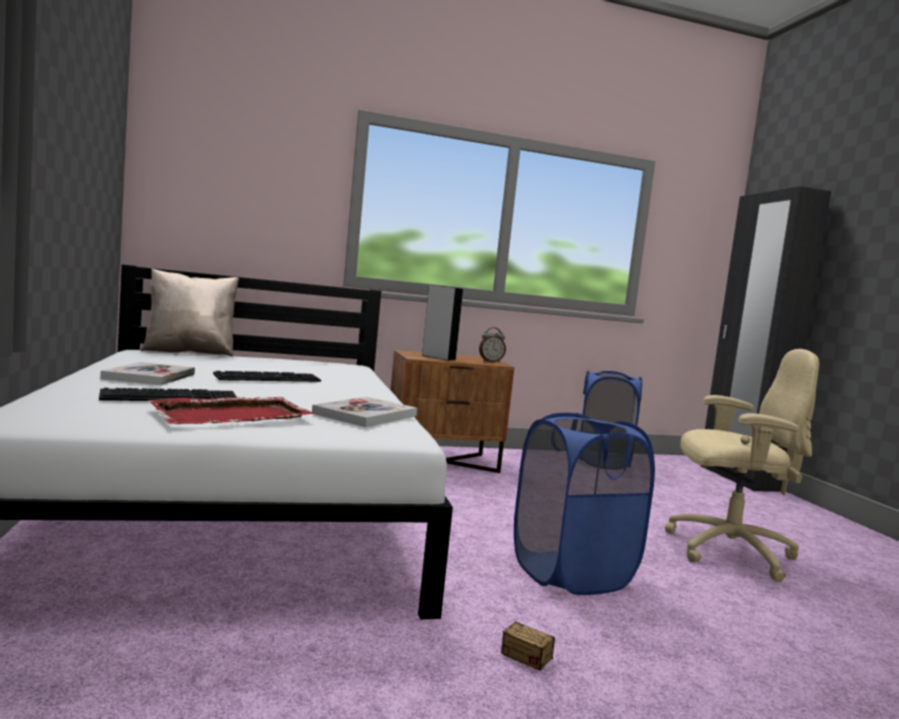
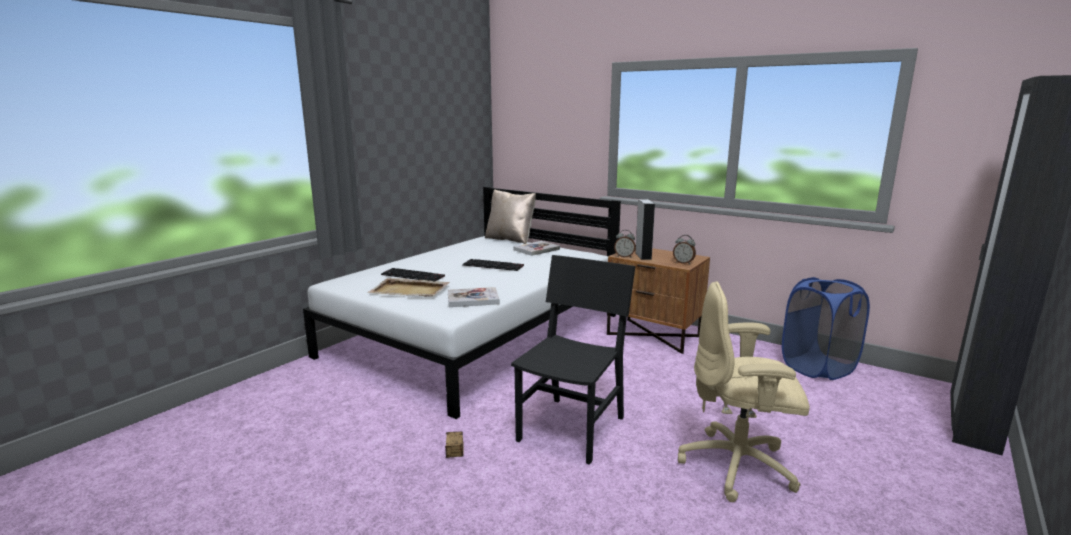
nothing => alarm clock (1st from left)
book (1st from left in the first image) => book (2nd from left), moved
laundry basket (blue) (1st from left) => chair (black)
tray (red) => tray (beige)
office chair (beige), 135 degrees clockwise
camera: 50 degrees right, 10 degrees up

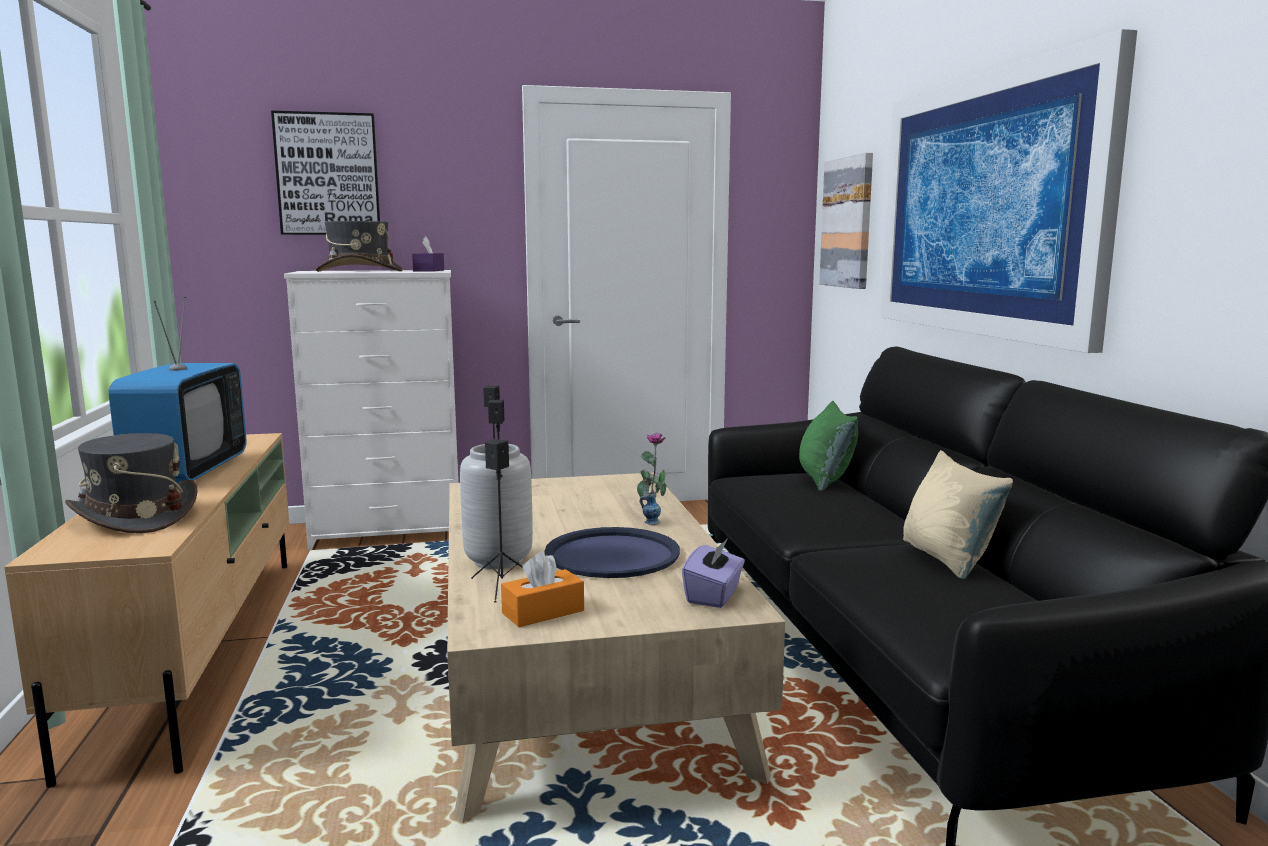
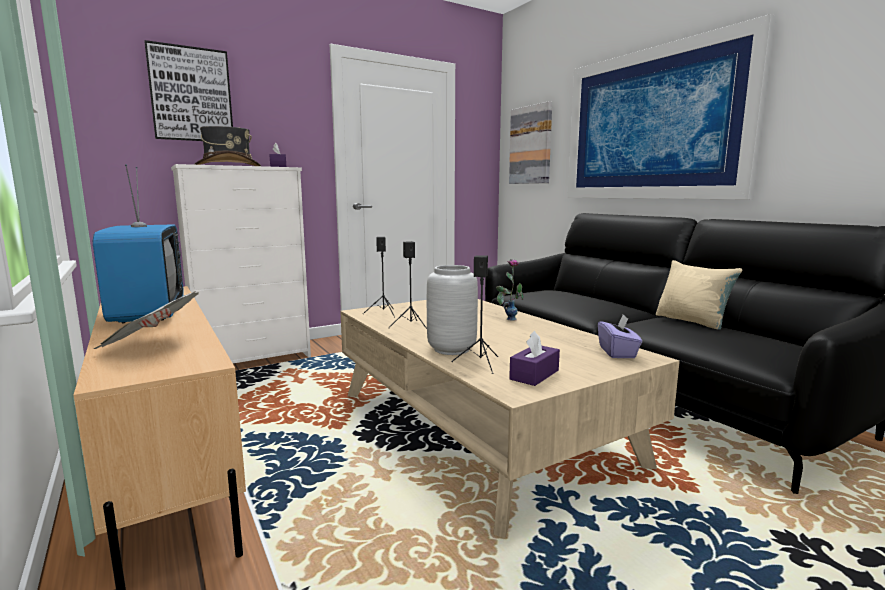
tray (blue) => nothing
pillow (green) => nothing
hat (grey) (1st from left) => newspaper
tissue box (orange) => tissue box (purple) (2nd from left)
camera: 20 degrees left, 0 degrees up

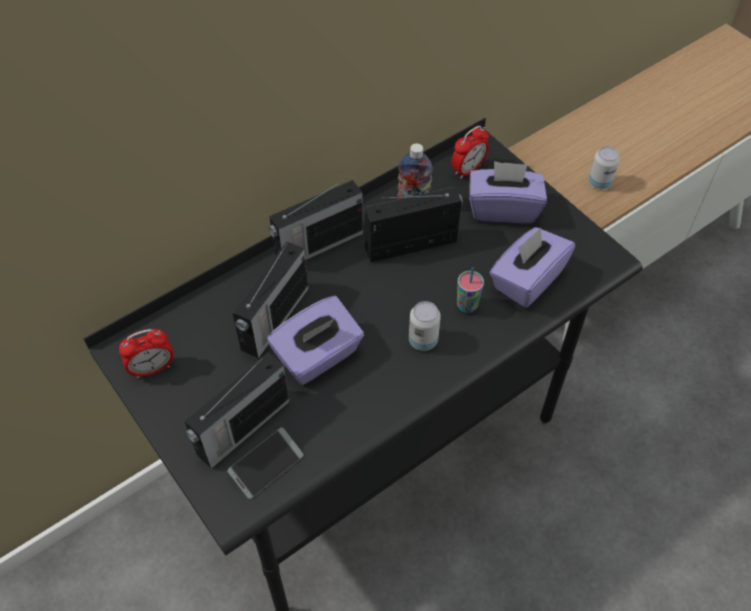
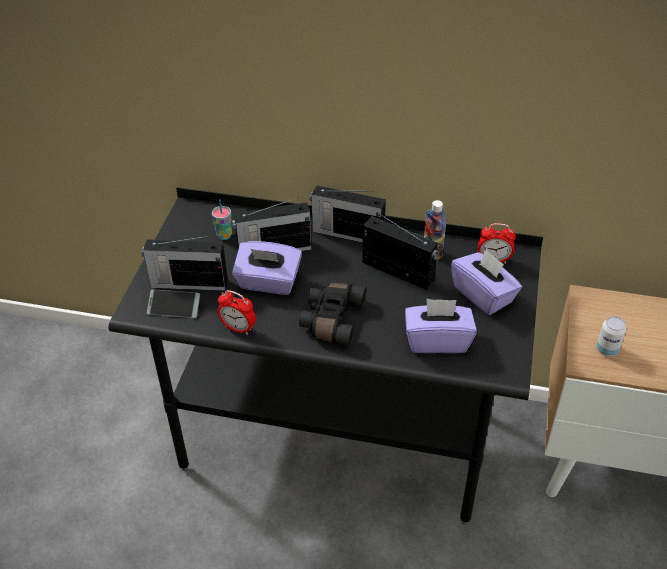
alarm clock (1st from left), moved
cup, moved
can (1st from left) => binoculars (black)
camera: 50 degrees right, 10 degrees down

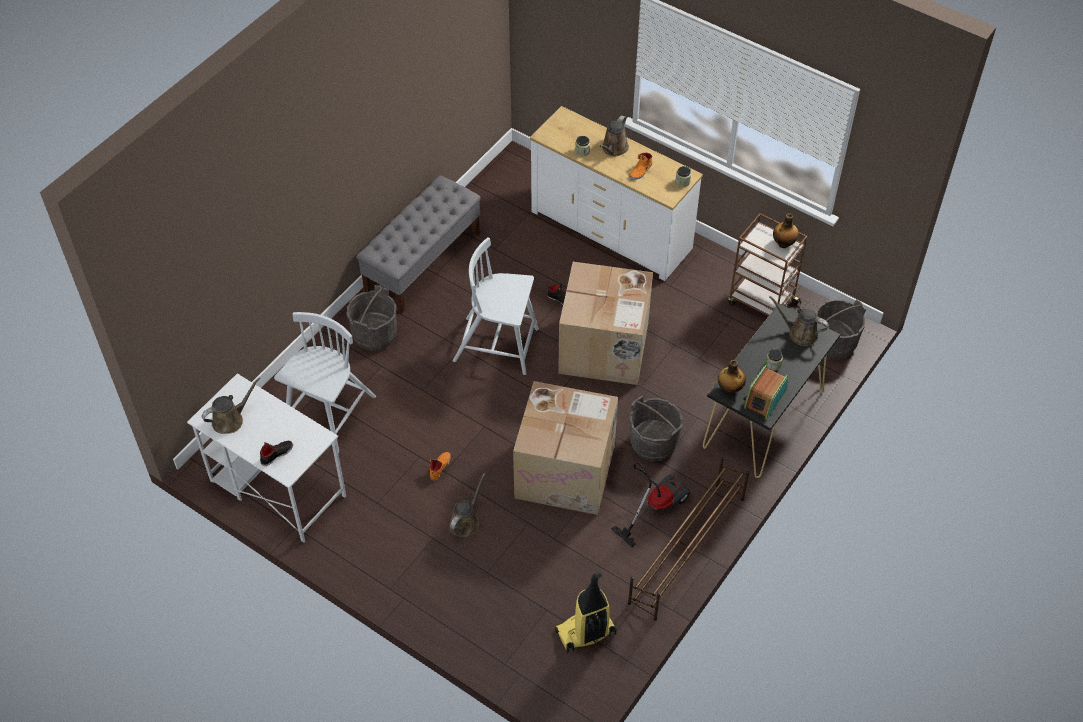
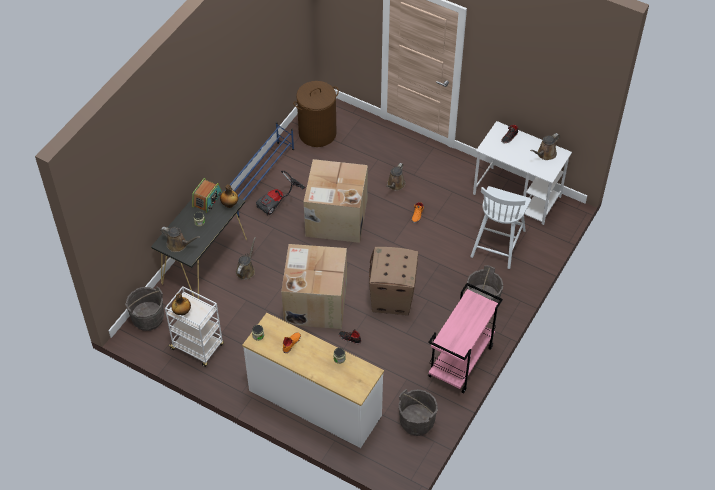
watering can (brown) (3rd from left in the first image) => watering can (brown) (2nd from left), moved
bucket (grey) (2nd from left), moved
bench (grey) => cart (pink)
chair (white) (2nd from left) => cardboard box (3rd from left)
vacuum cleaner (1st from left) => laundry basket (brown)
shoe rack (brown) => shoe rack (blue)
cart (brown) => cart (white)
camera: 175 degrees right, 0 degrees up

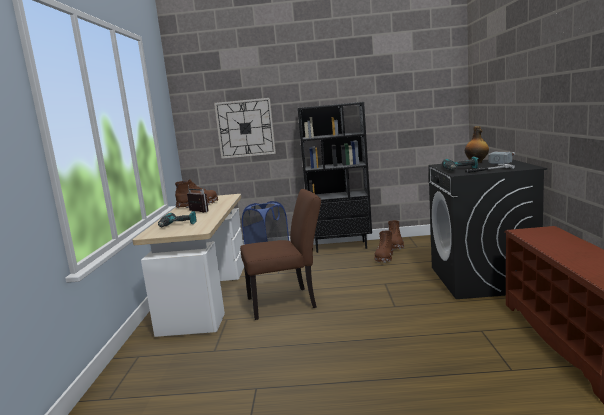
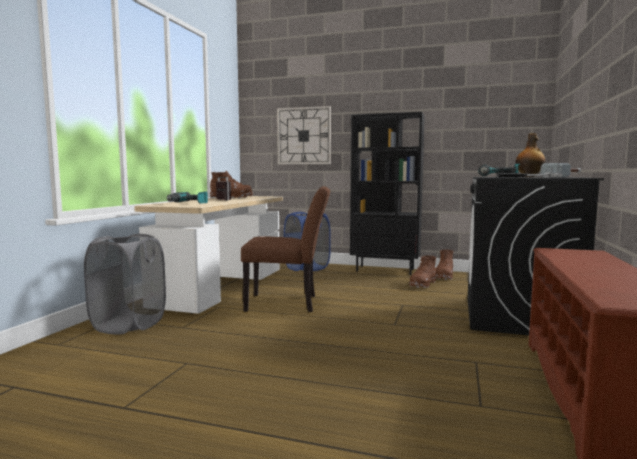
nothing => laundry basket (grey)
camera: 15 degrees right, 5 degrees down

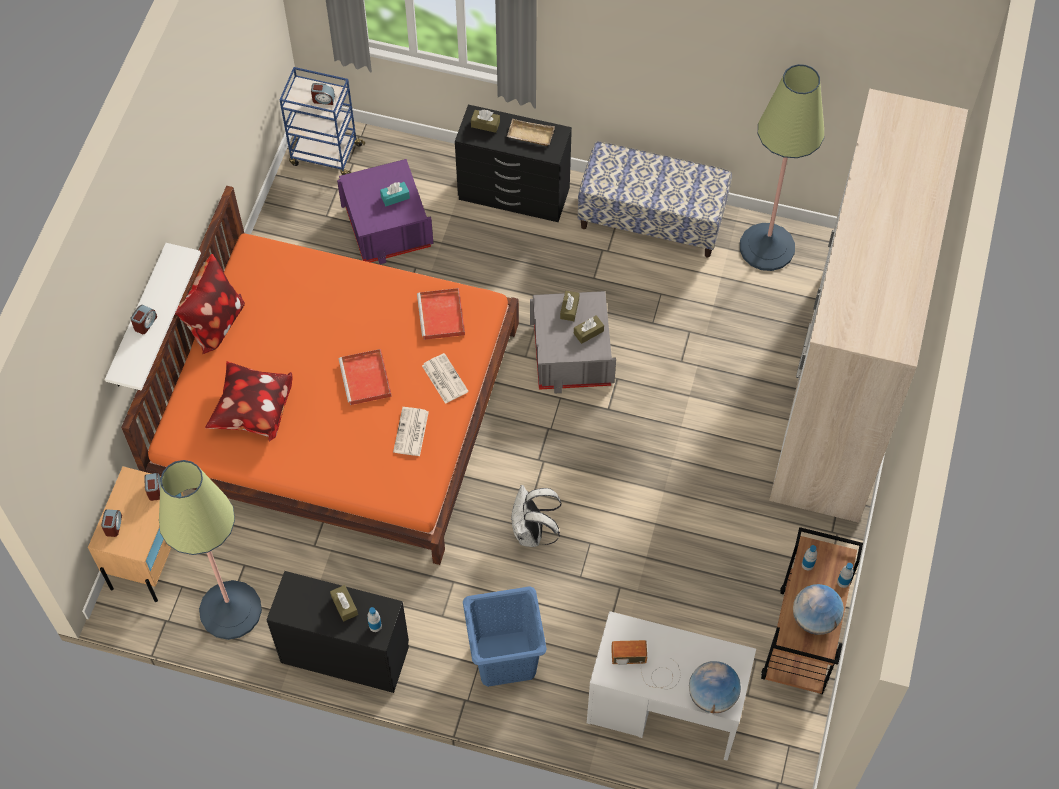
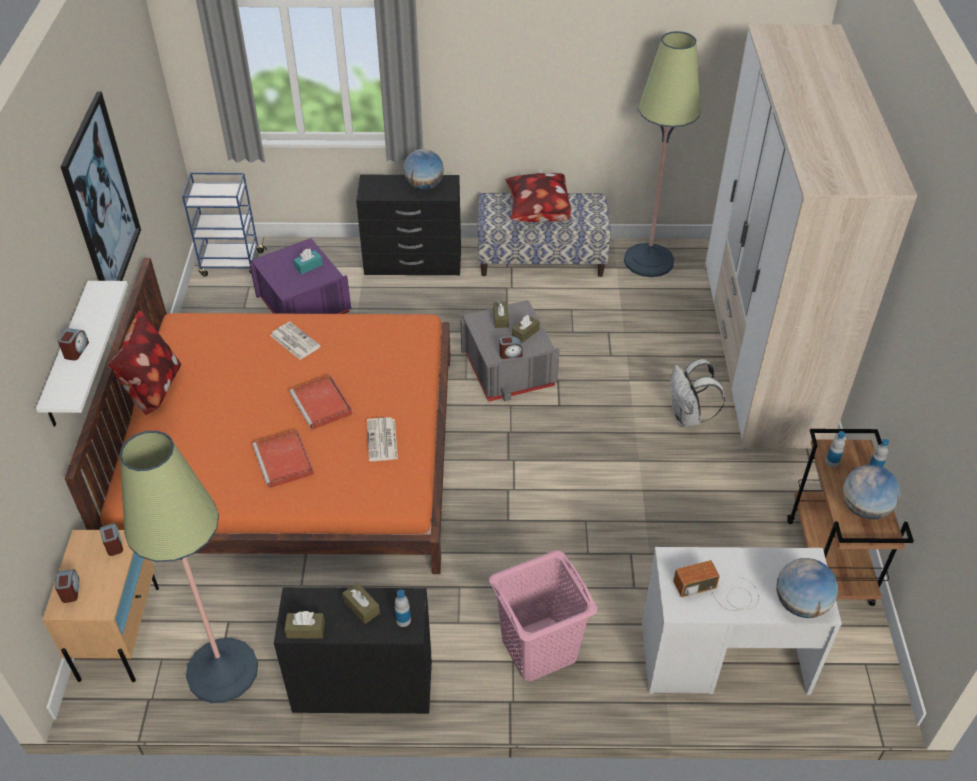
nothing => picture
pillow (2nd from left), moved
alarm clock (4th from left), moved
tray (red) (2nd from left in the first image) => tray (red) (1st from left), moved
newspaper (2nd from left in the first image) => newspaper (1st from left), moved
tissue box (brown) (2nd from left in the first image) => tissue box (brown) (1st from left), moved
backpack (white), moved
tray (beige) => globe (1st from left)
laundry basket (blue) => laundry basket (pink)
camera: 15 degrees left, 15 degrees down

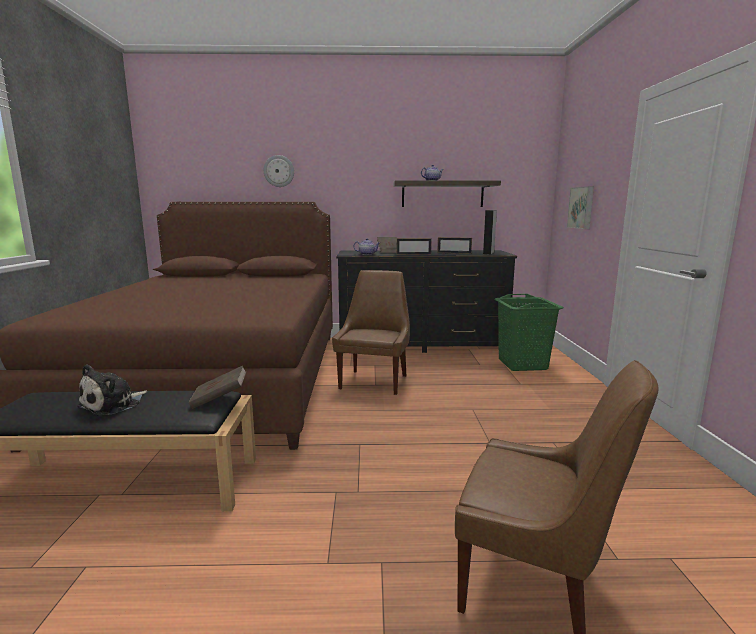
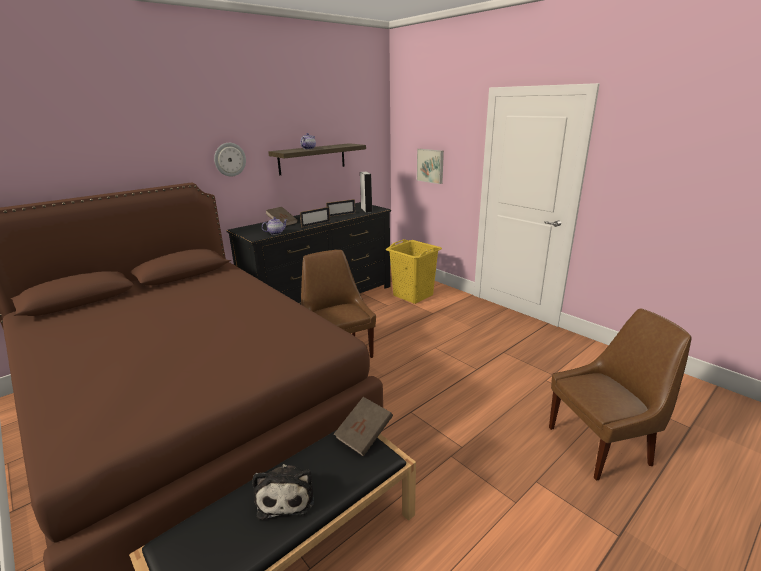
wall clock, moved
laundry basket (green) => laundry basket (yellow)
camera: 40 degrees left, 10 degrees up

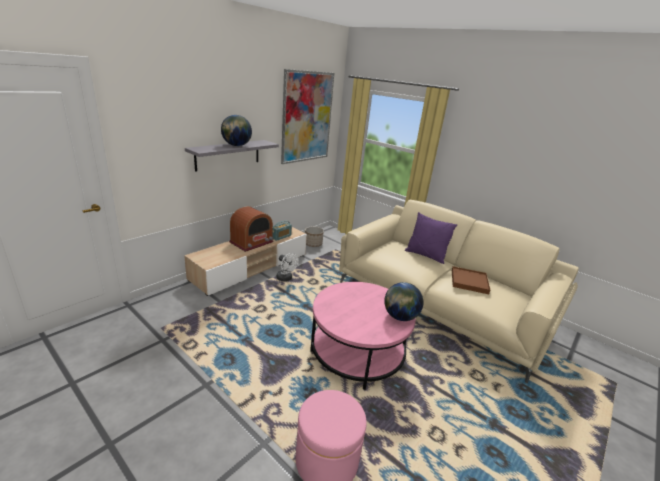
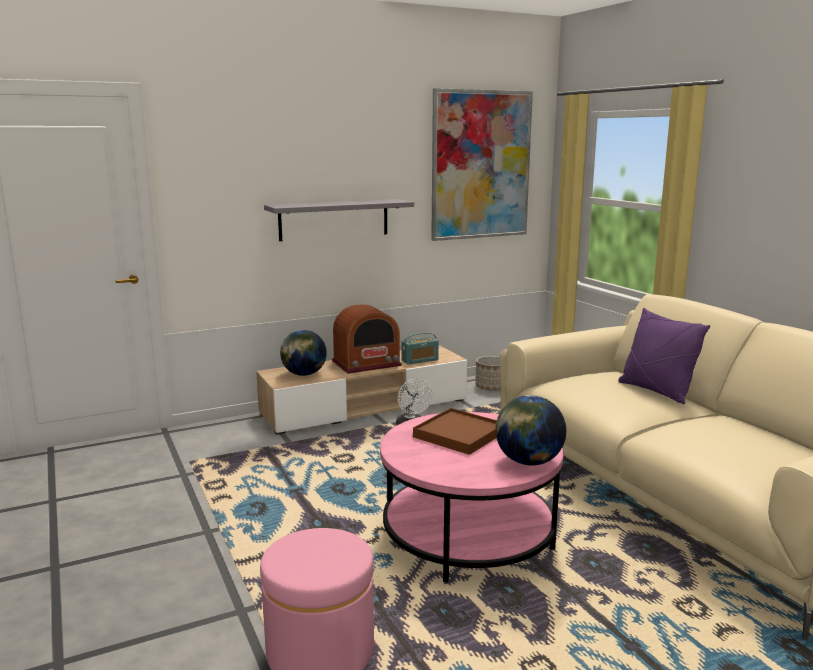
globe (1st from left), moved
tray (brown), moved
camera: 25 degrees right, 10 degrees down

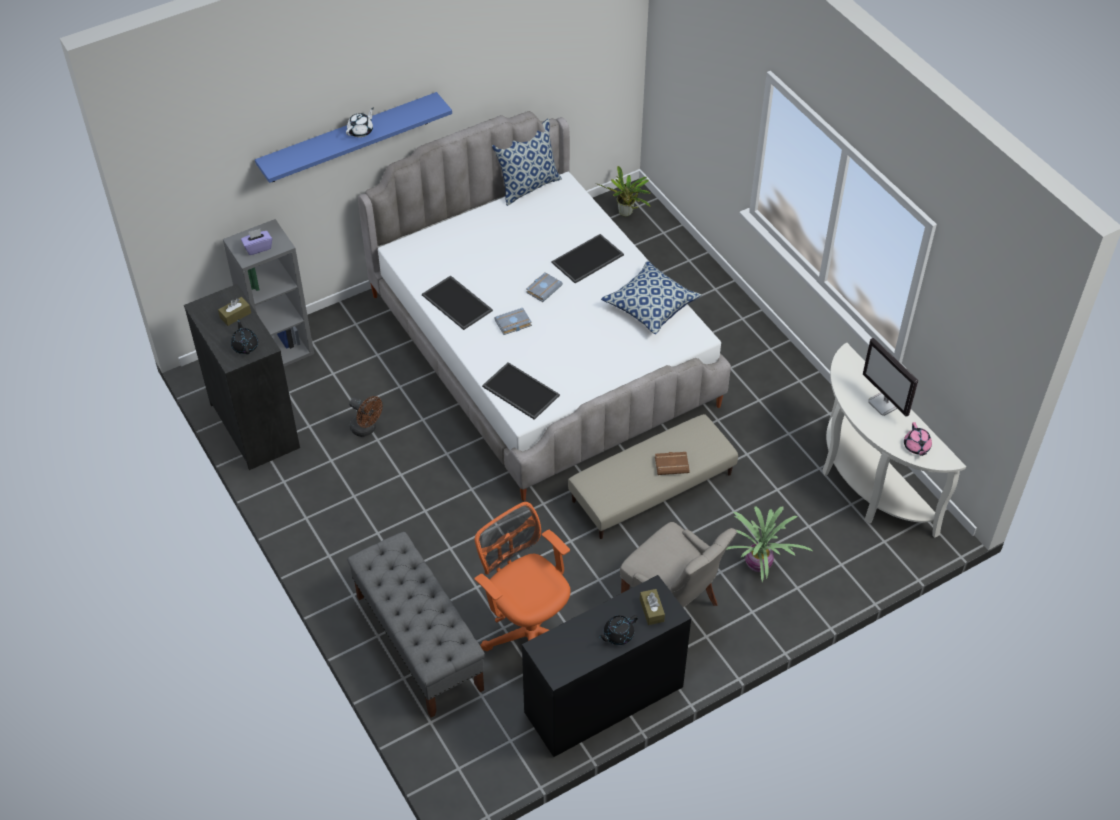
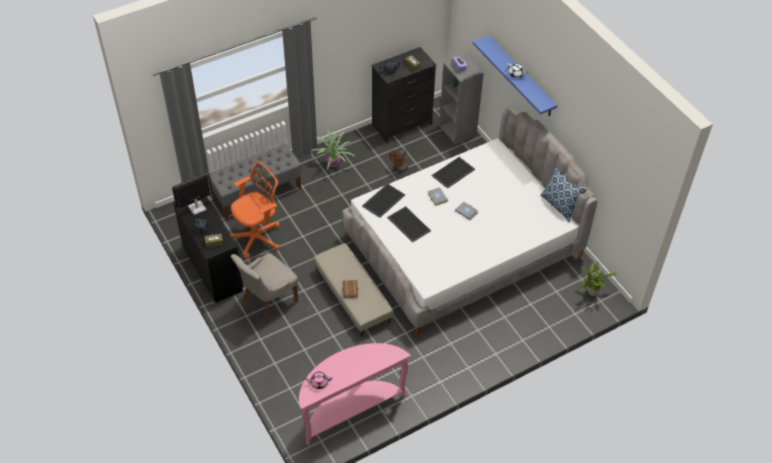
pillow (2nd from left) => nothing
tray (3rd from left in the first image) => tray (2nd from left), moved
potted plant (2nd from left in the first image) => potted plant (1st from left), moved
monitor, moved
console table (white) => console table (pink)
camera: 90 degrees right, 0 degrees up

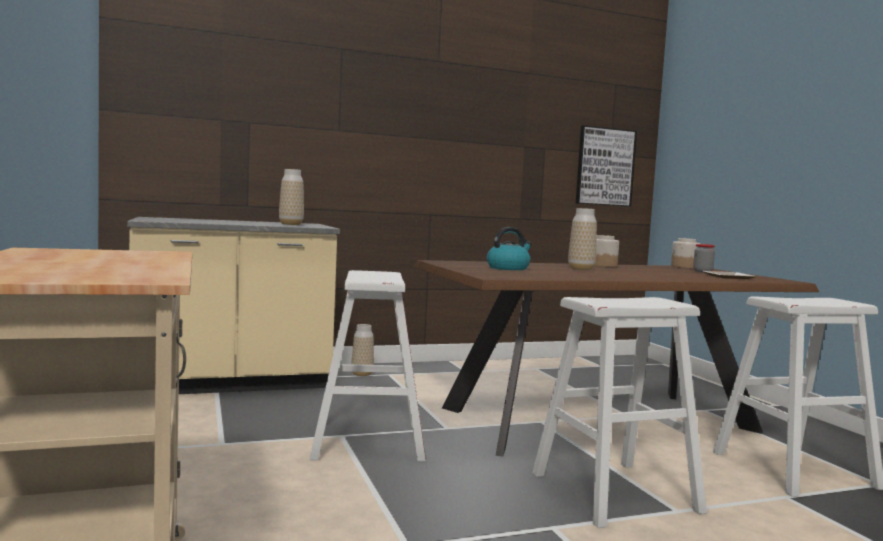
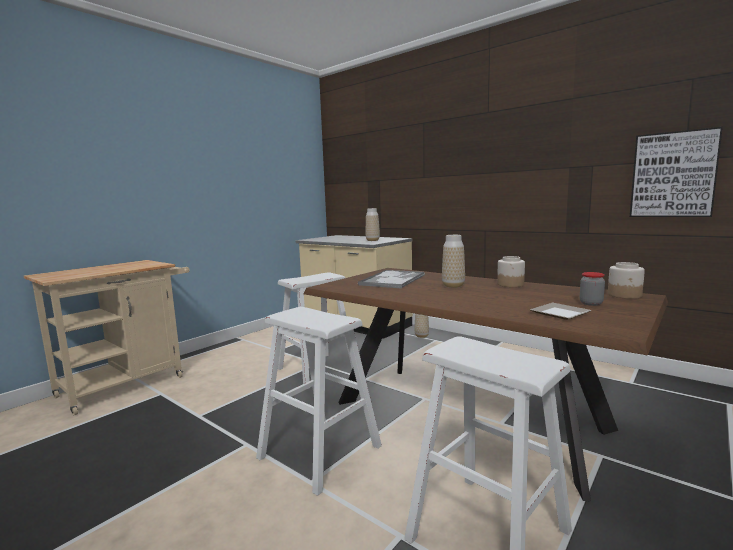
kettle => tray
camera: 60 degrees right, 5 degrees up

